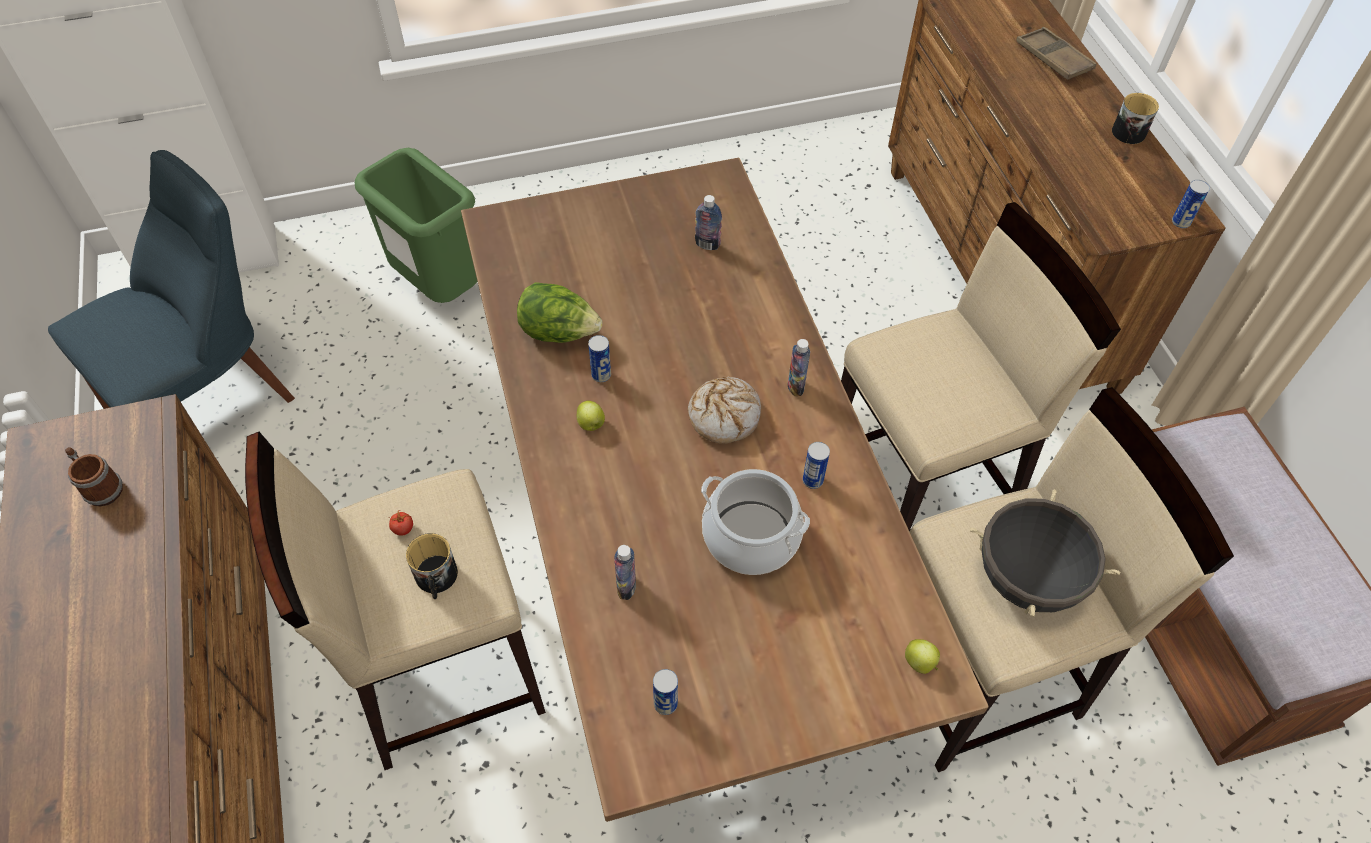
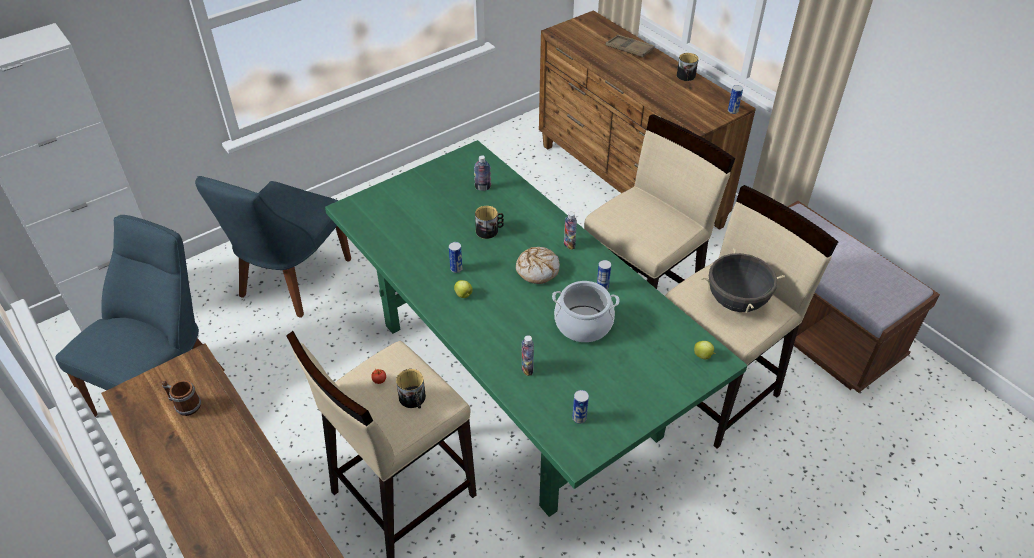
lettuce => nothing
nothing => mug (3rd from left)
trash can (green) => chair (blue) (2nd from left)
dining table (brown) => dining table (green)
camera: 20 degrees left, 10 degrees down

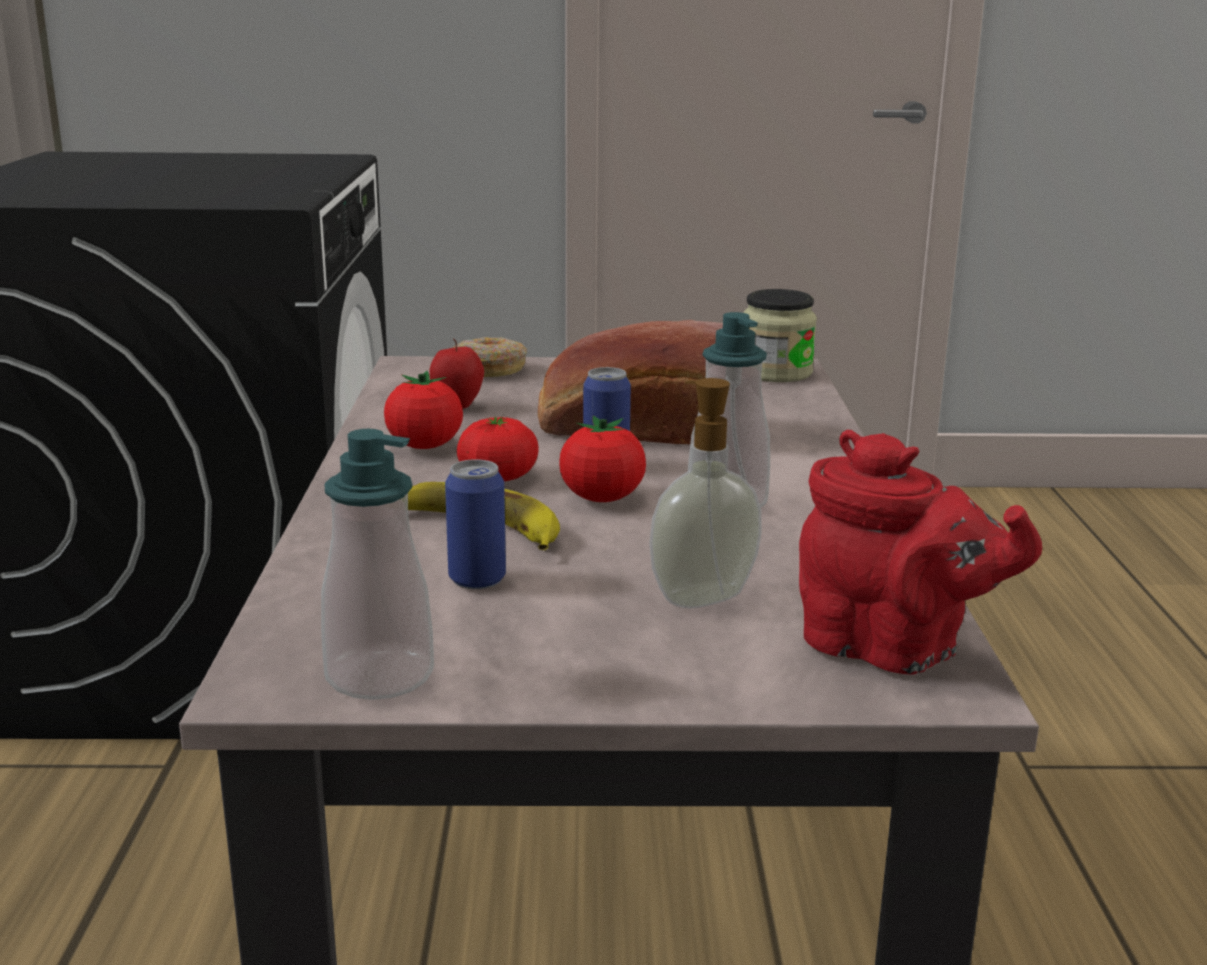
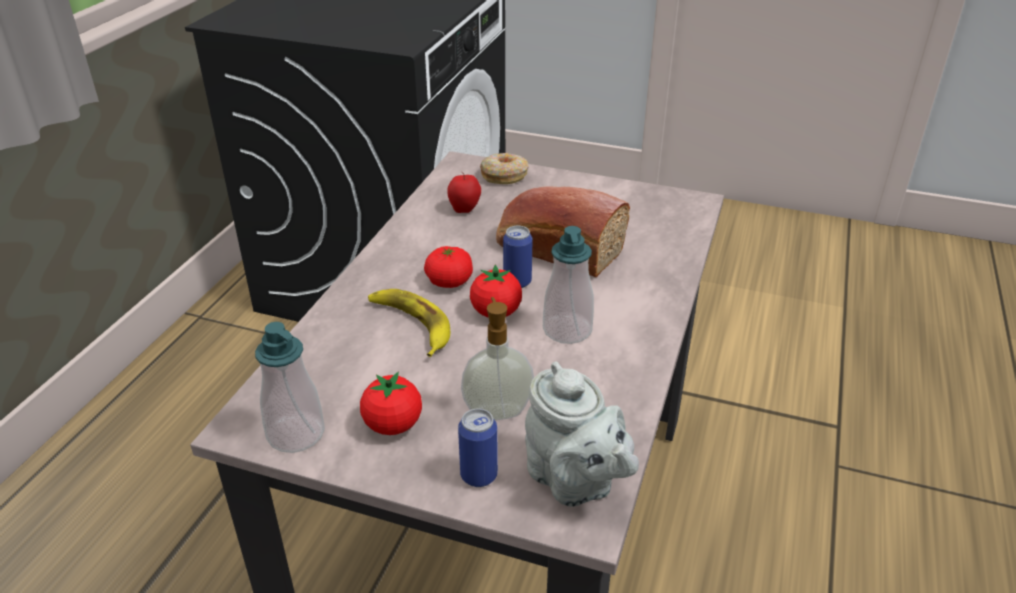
jar => nothing
tomato (1st from left), moved
can (1st from left), moved
teapot (red) => teapot (grey)
camera: 20 degrees right, 15 degrees up

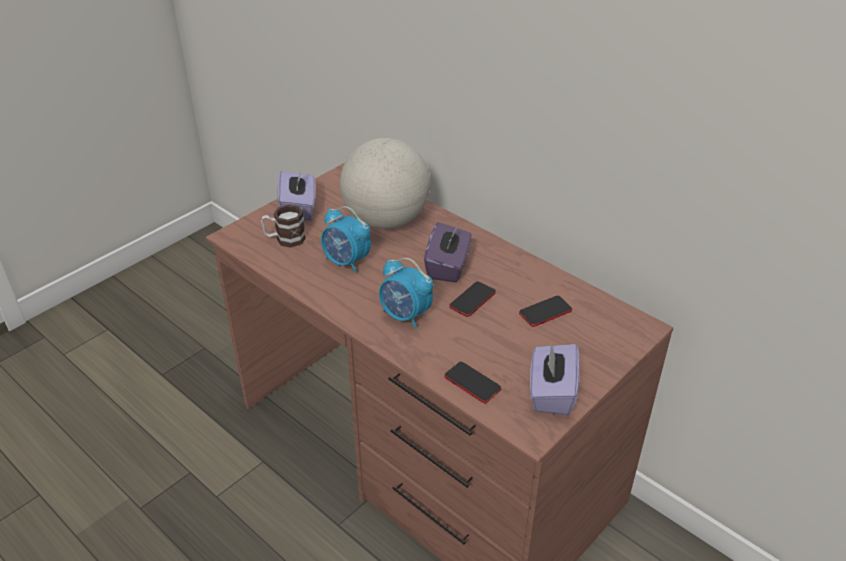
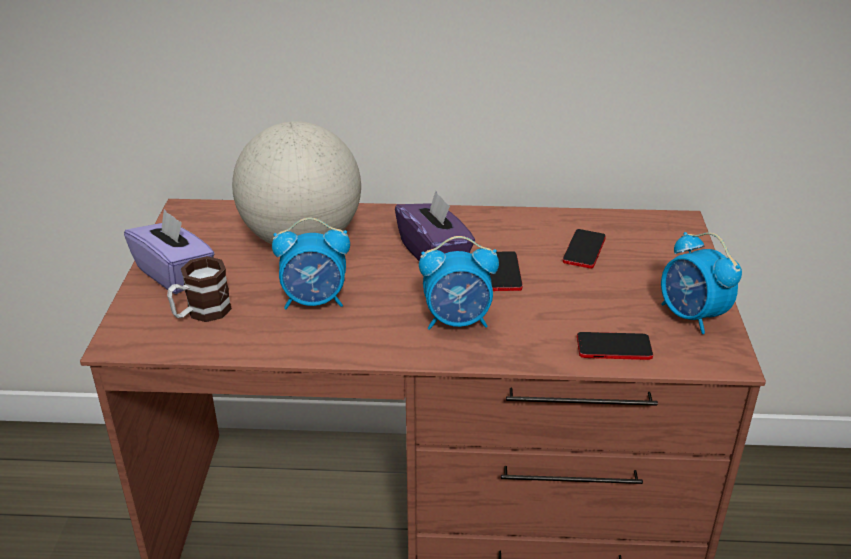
tissue box (purple) (3rd from left) => alarm clock (3rd from left)
camera: 40 degrees left, 5 degrees down

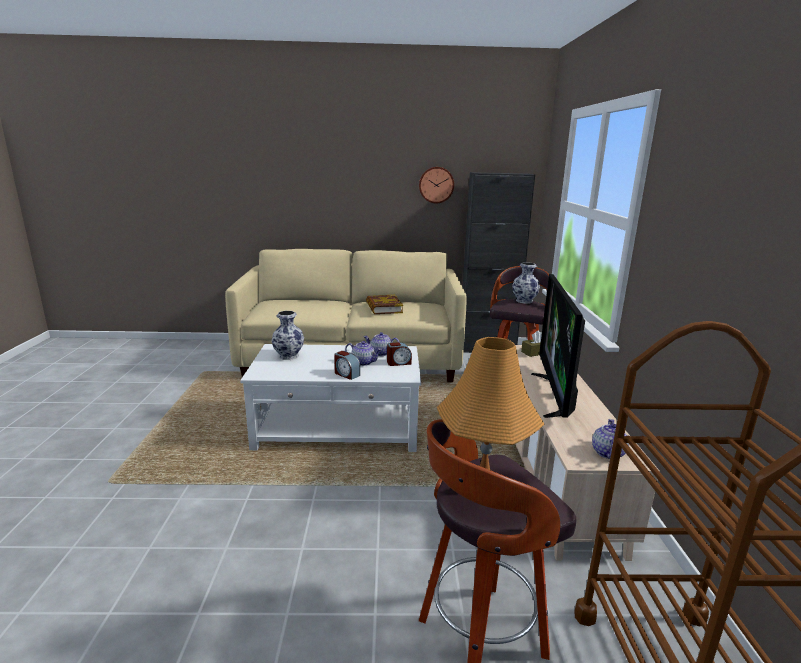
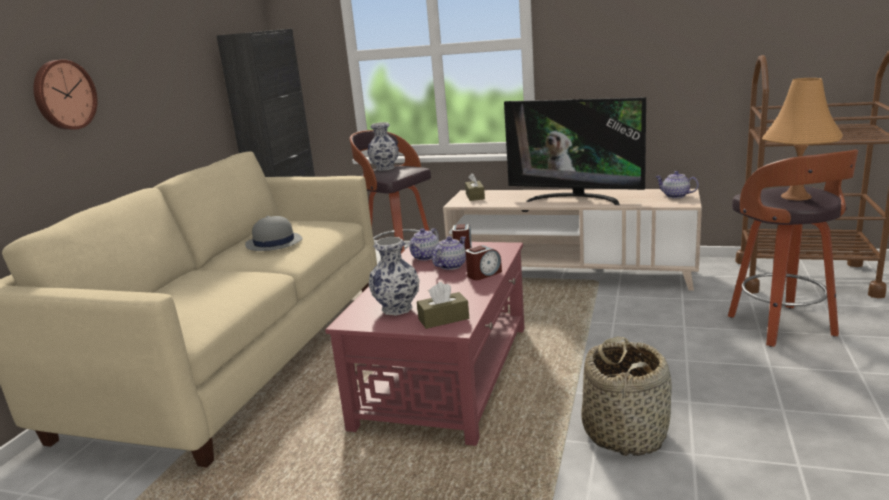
nothing => tissue box (brown) (1st from left)
nothing => basket
wall clock, moved
book => hat (grey)
coffee table (white) => coffee table (red)
camera: 70 degrees left, 0 degrees up

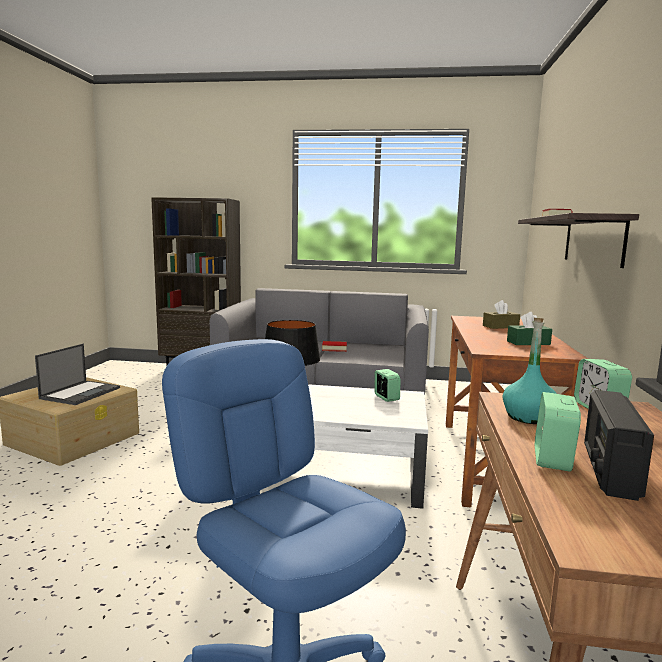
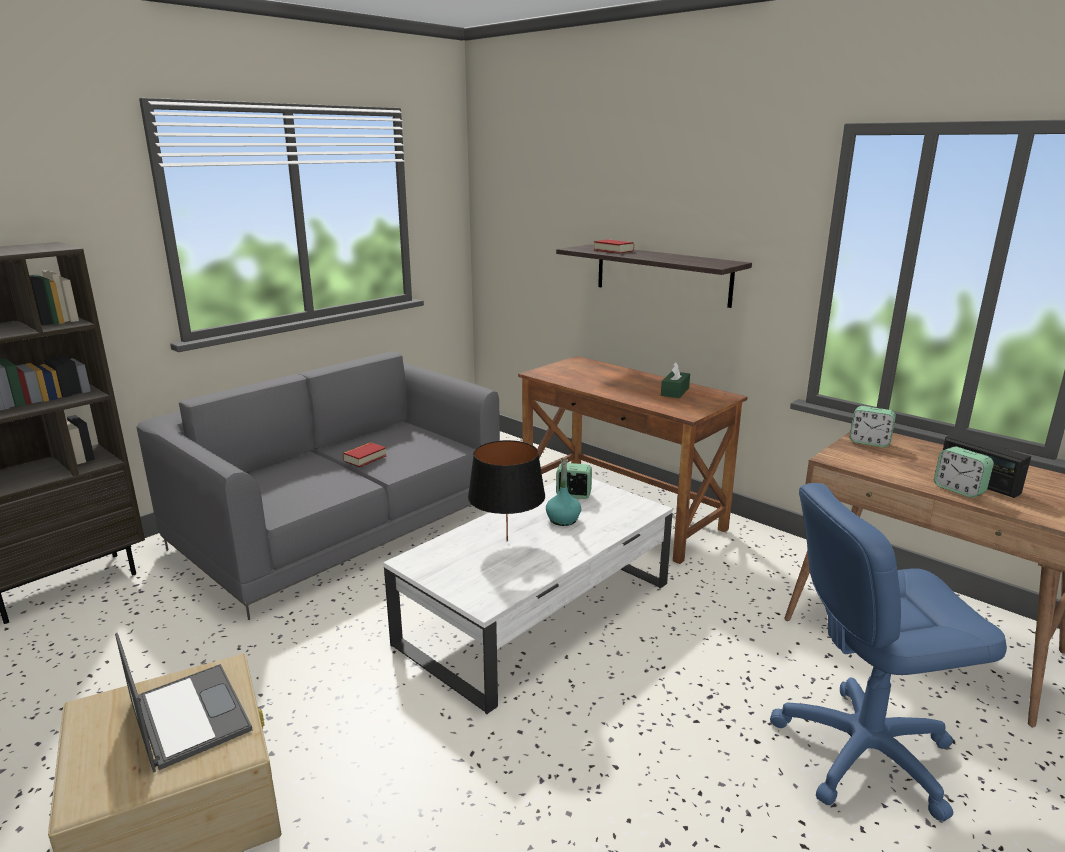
tissue box (brown) => nothing
bottle (turquoise), moved
camera: 55 degrees left, 10 degrees up

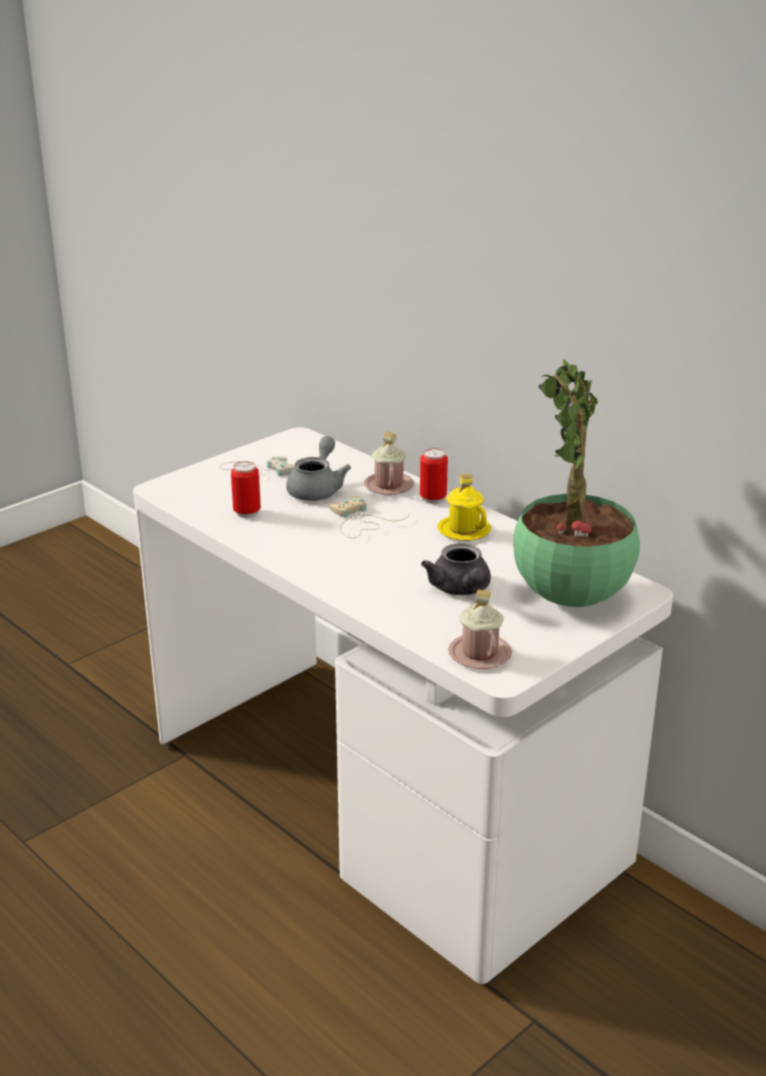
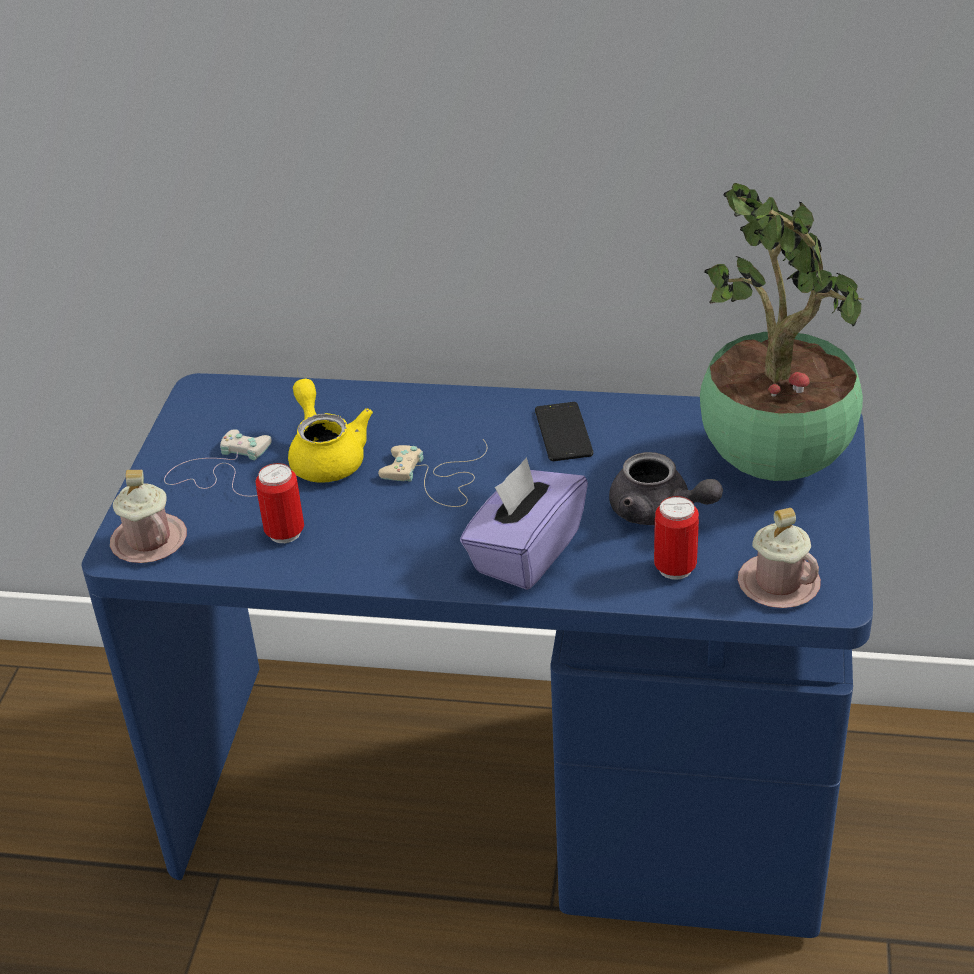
nothing => tissue box (purple)
mug (pink) (1st from left), moved
can (2nd from left), moved
mug (yellow) => phone
desk (white) => desk (blue)
teapot (grey) (1st from left) => teapot (yellow)
camera: 35 degrees left, 10 degrees up

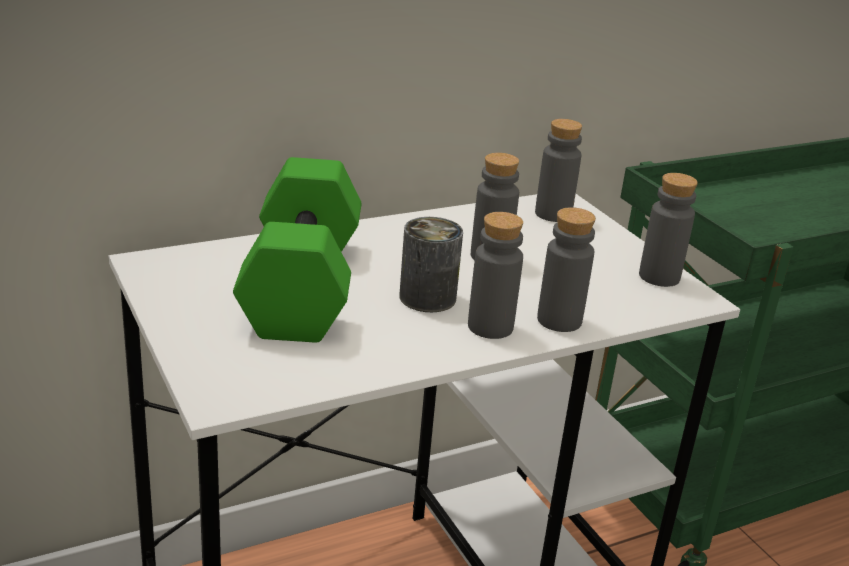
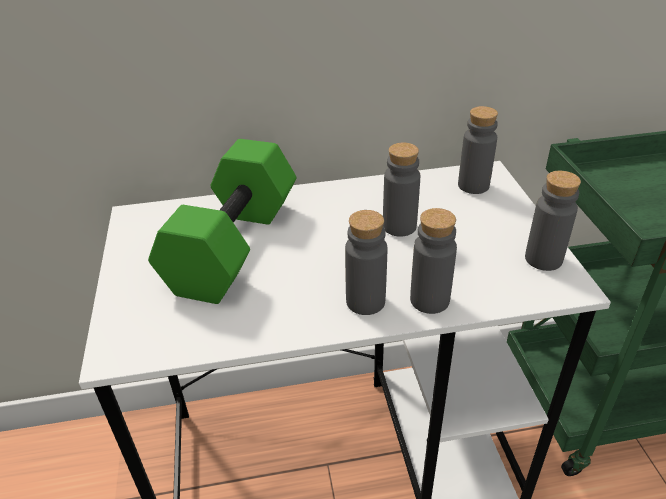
can => nothing
camera: 20 degrees right, 10 degrees up

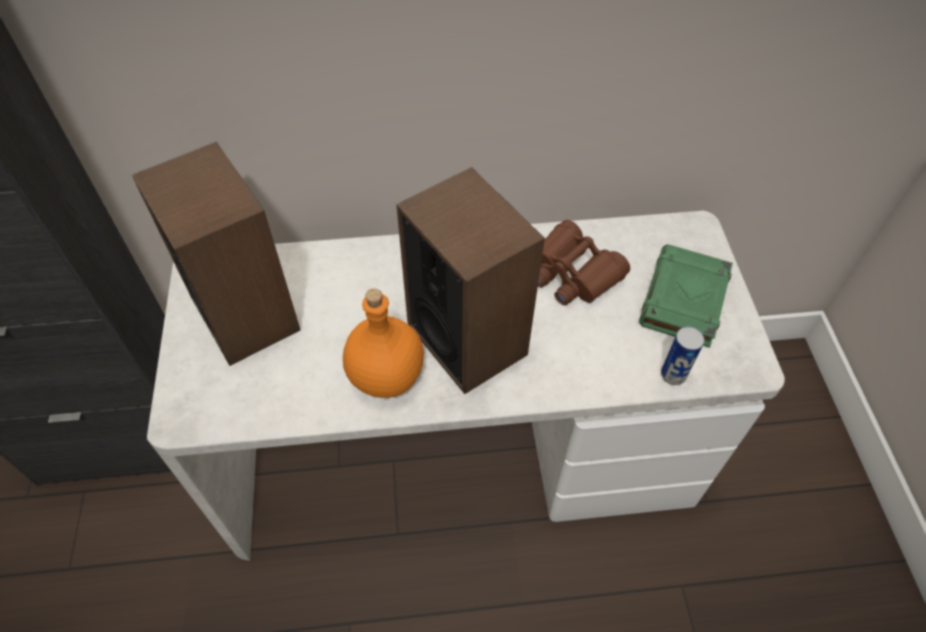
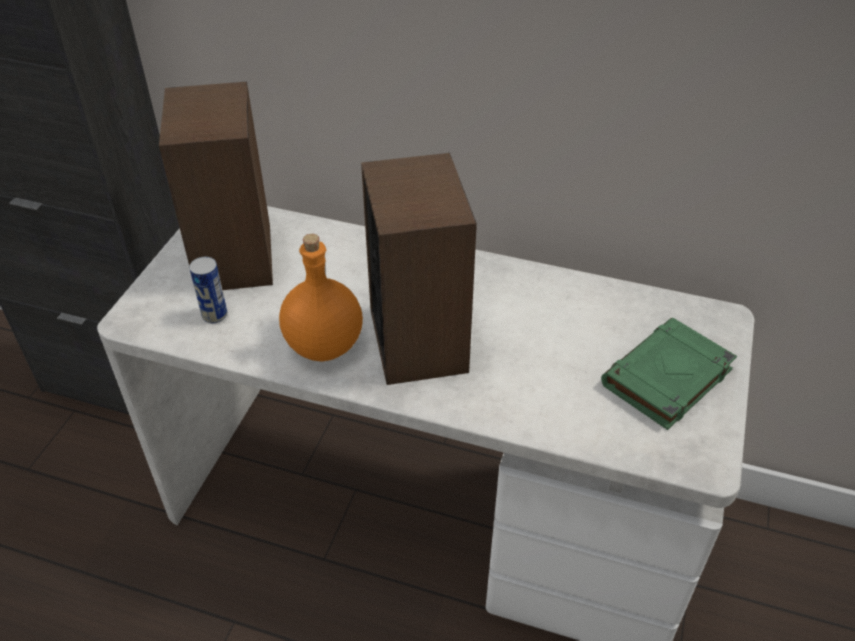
binoculars (brown) => nothing
can, moved
camera: 25 degrees right, 10 degrees down

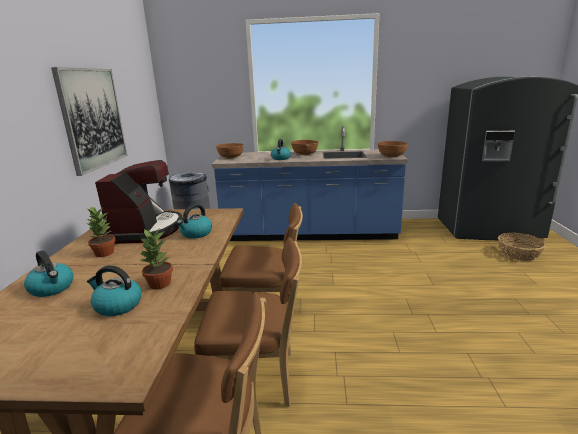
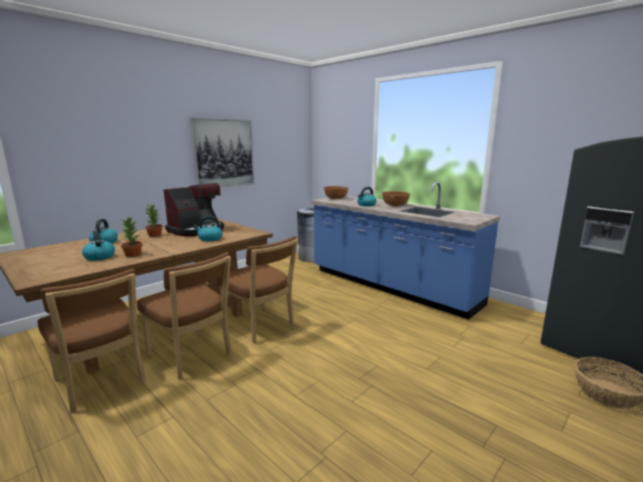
bowl (brown) (3rd from left) => nothing
camera: 40 degrees right, 5 degrees down

